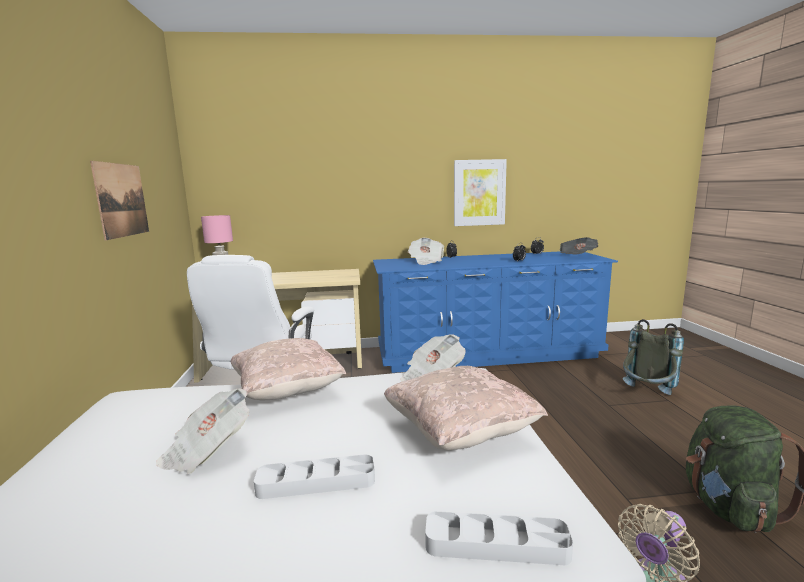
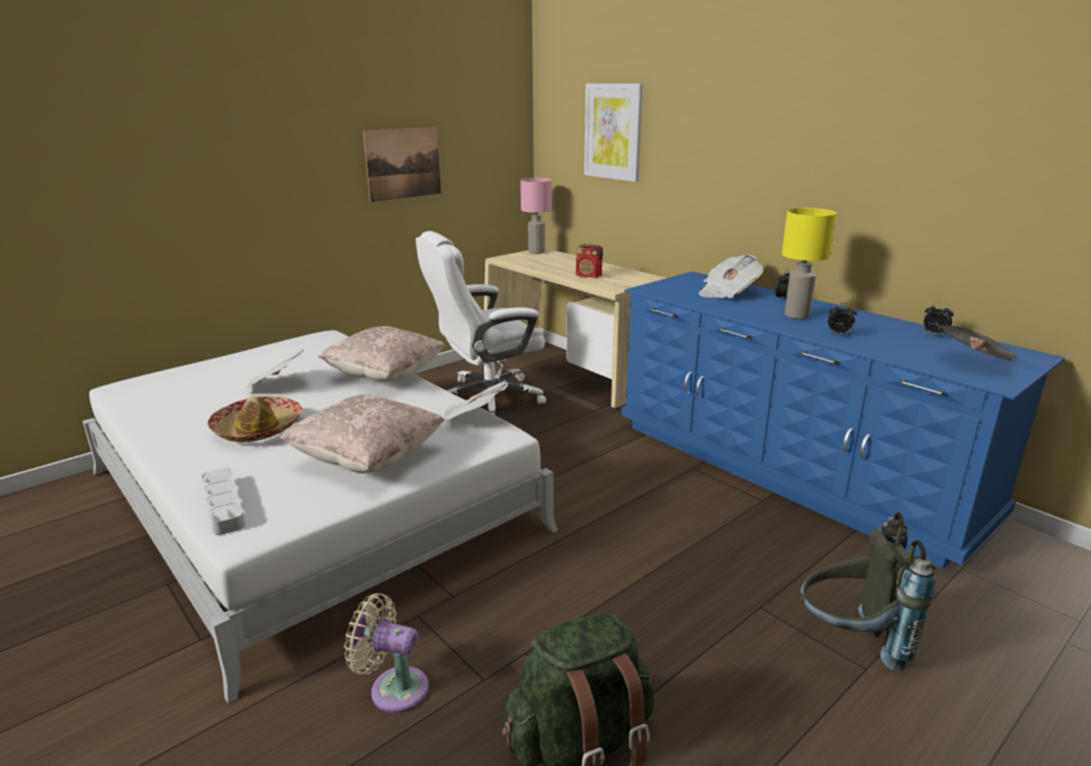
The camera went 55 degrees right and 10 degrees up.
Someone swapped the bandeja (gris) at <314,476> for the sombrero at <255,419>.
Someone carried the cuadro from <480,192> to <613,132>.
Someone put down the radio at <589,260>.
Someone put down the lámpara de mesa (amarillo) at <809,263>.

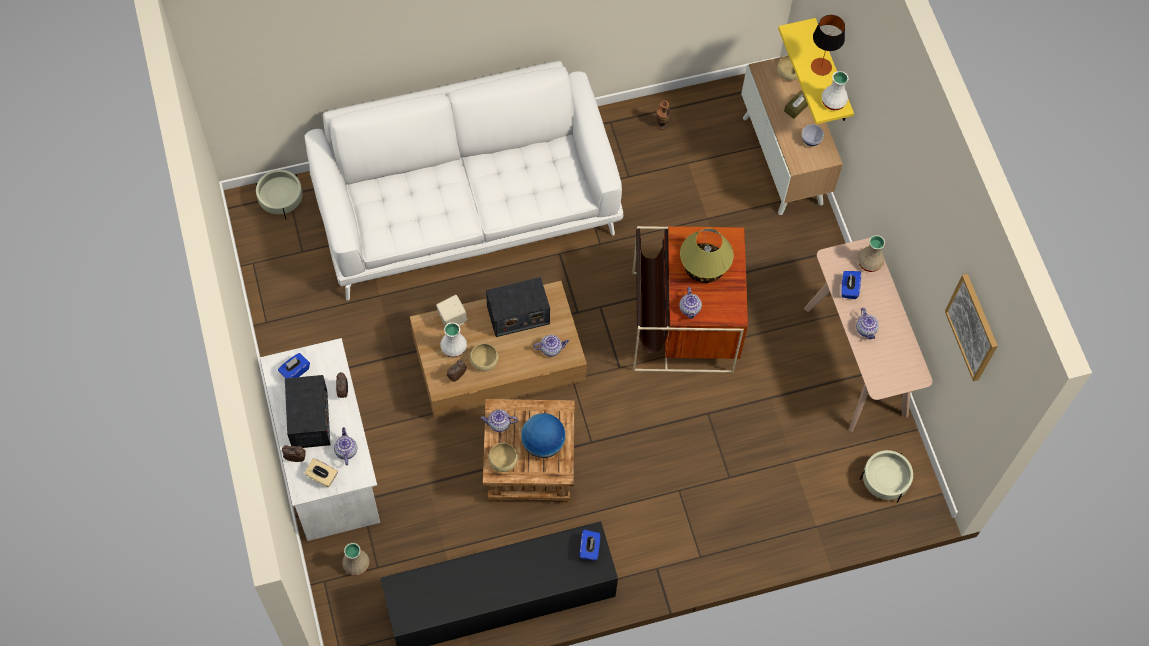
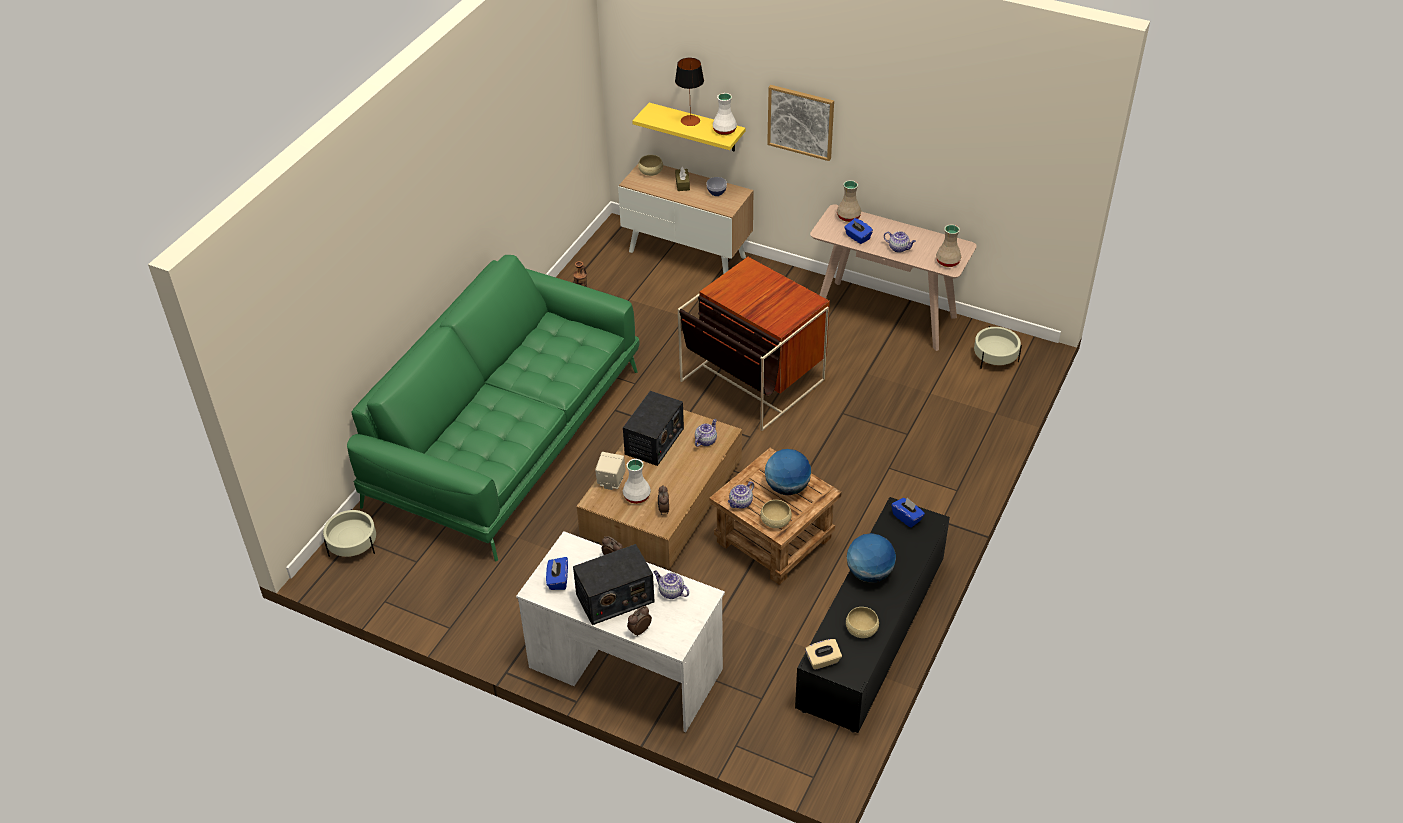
The camera went 45 degrees left and 20 degrees down.
Someone rotated the radio at <307,411> by 120 degrees clockwise.
Someone repainted the sofá (blanco) at <464,181>, which became the sofá (verde) at <493,408>.
Someone carried the caja de pañuelos (beis) from <321,472> to <823,654>.
Someone carried the florero (beis) from <355,559> to <949,245>.
Someone carried the cuenco (beis) from <484,357> to <862,622>.
Someone took away the tetera at <690,303>.
Someone took away the lámpara de mesa at <707,255>.
Someone carried the cuadro from <971,327> to <800,123>.
Someone put down the globo terráqueo at <871,558>.

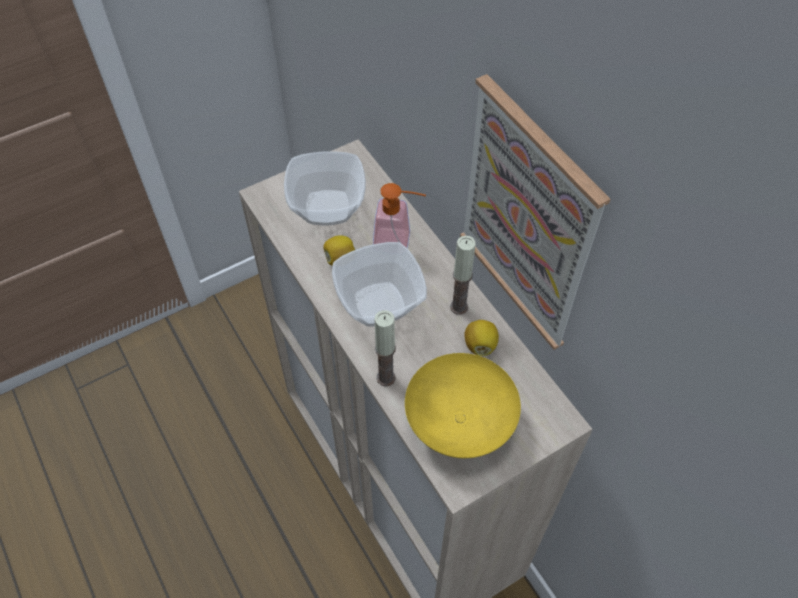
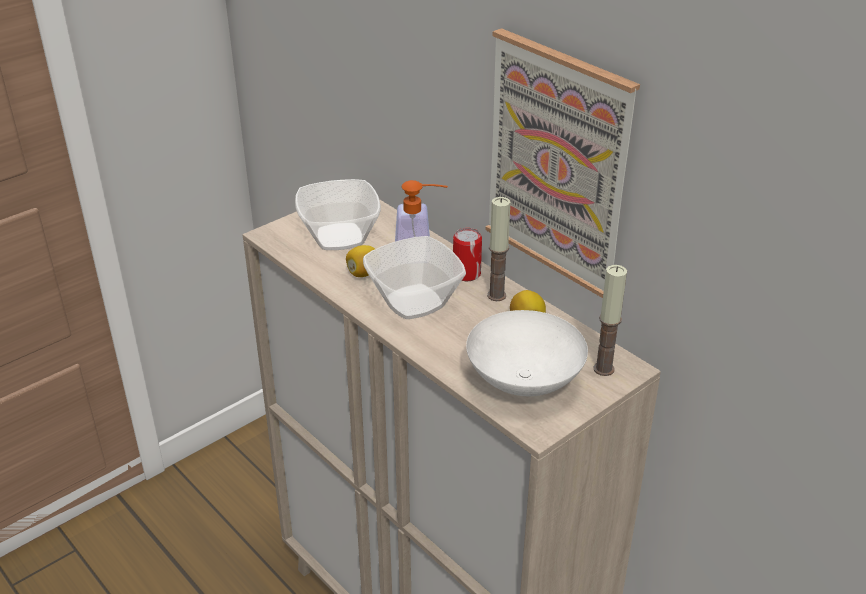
The camera went 10 degrees left and 20 degrees down.
Someone carried the vela from <385,348> to <610,320>.
Someone repainted the cuenco (amarillo) at <463,405>, which became the cuenco (blanco) at <527,353>.
Someone put down the lata at <467,254>.

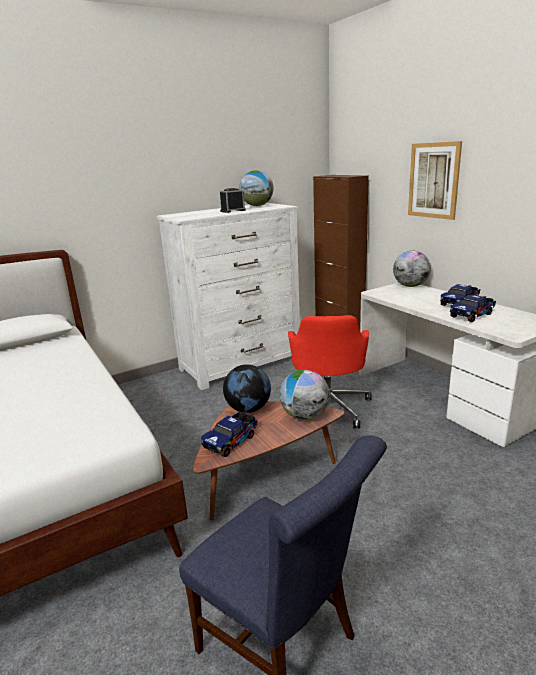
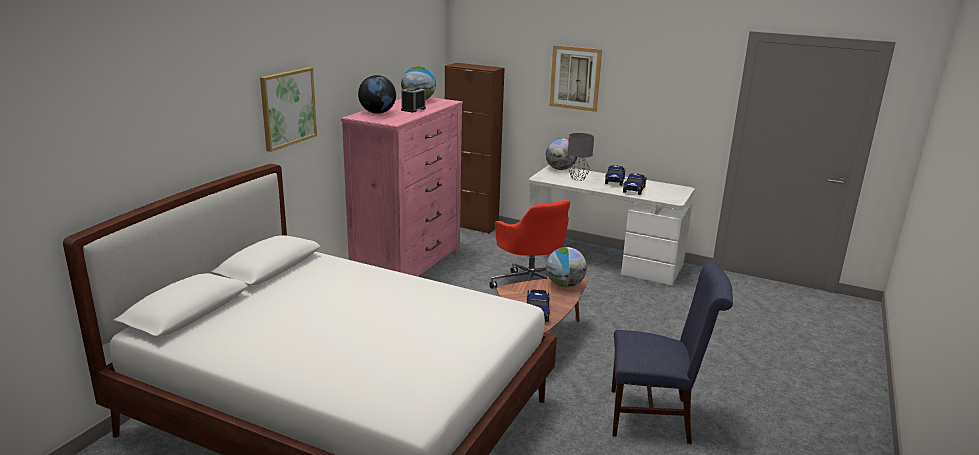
The camera went 35 degrees left and 0 degrees up.
Someone repainted the cómoda (blanco) at <228,296>, which became the cómoda (rosa) at <402,187>.
Someone carried the globo terráqueo from <247,388> to <377,94>.
Someone put up the cuadro at <288,109>.
Someone put down the lámpara de mesa (gris) at <581,157>.

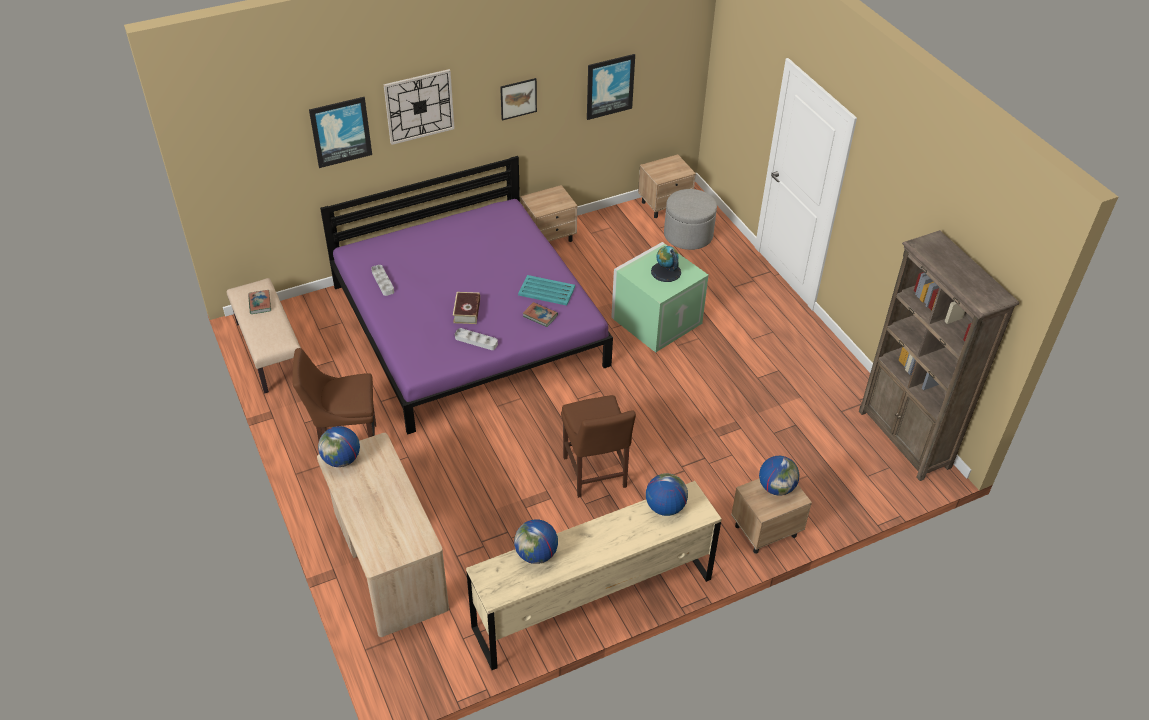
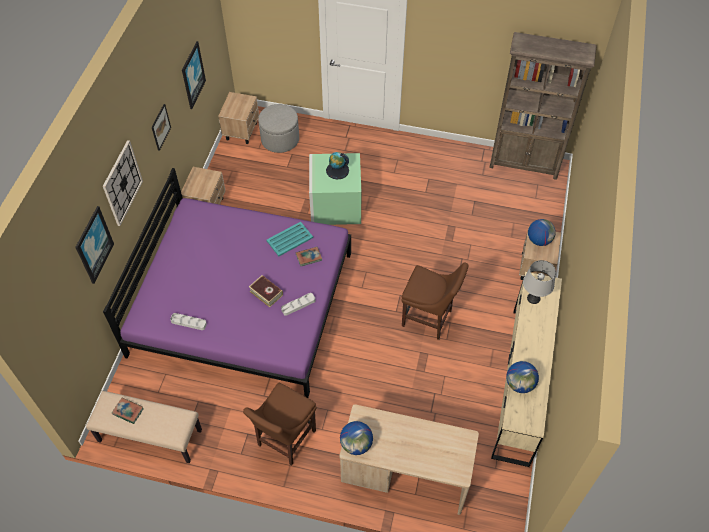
The camera went 50 degrees left and 10 degrees up.
Someone swapped the globo terráqueo at <667,494> for the lámpara de mesa (gris) at <539,282>.

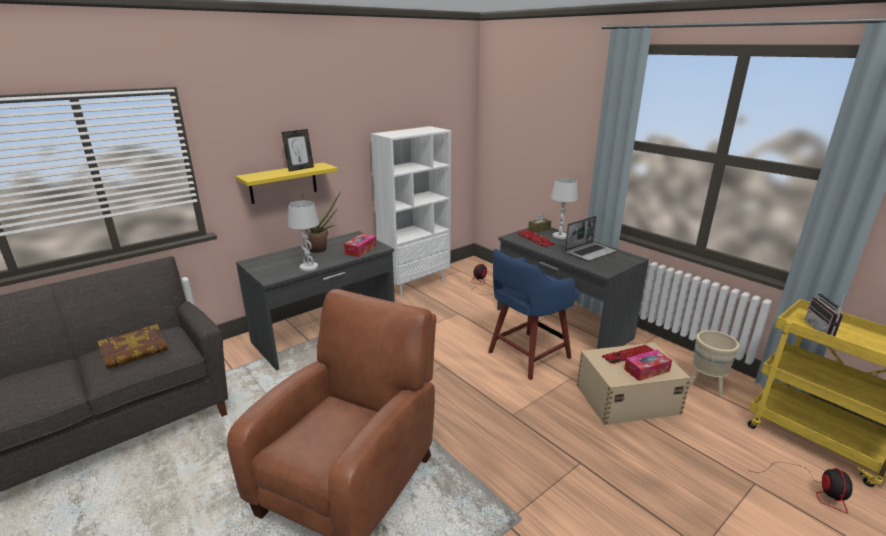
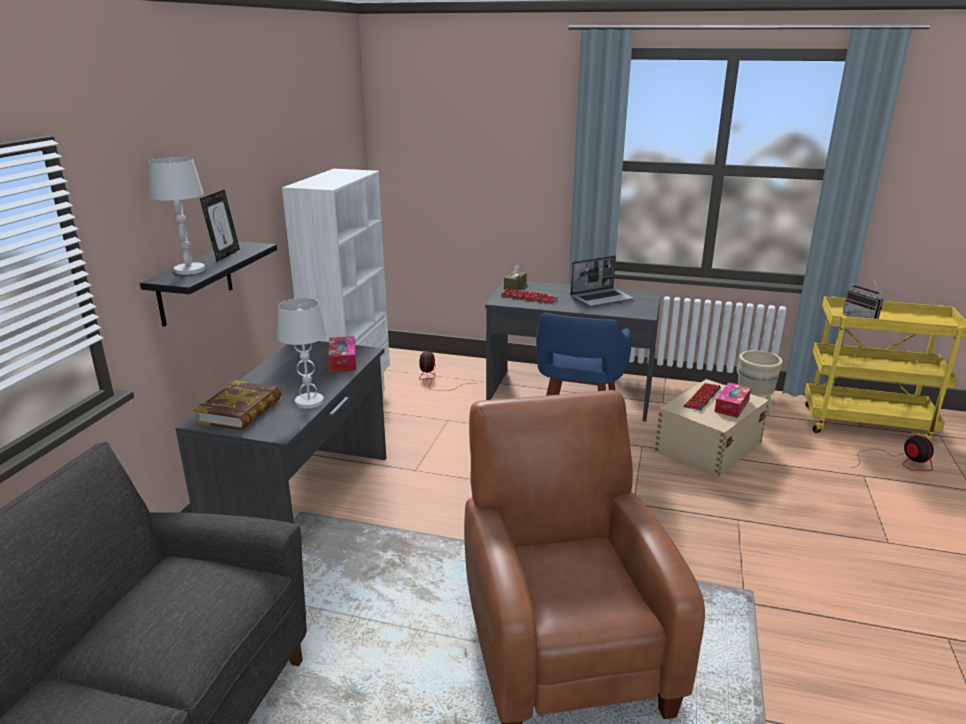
The camera went 35 degrees left and 0 degrees up.
Someone carried the libro from <133,346> to <237,405>.
Someone repainted the estante (amarillo) at <287,183>, which became the estante (negro) at <208,284>.
Someone took away the planta en maceta at <321,222>.
Someone carried the lámpara de mesa (blanco) from <564,208> to <177,216>.
Someone rotated the portátil at <590,238> by 45 degrees clockwise.

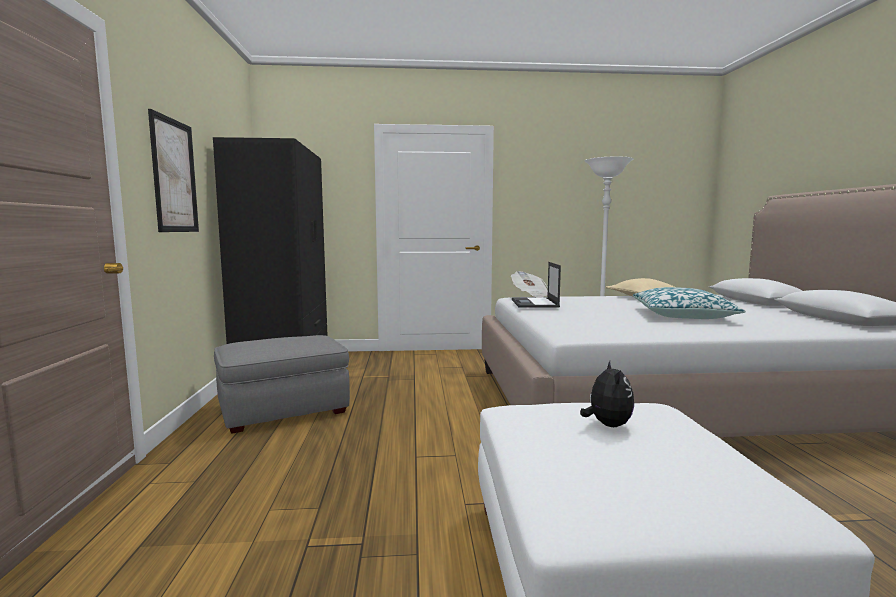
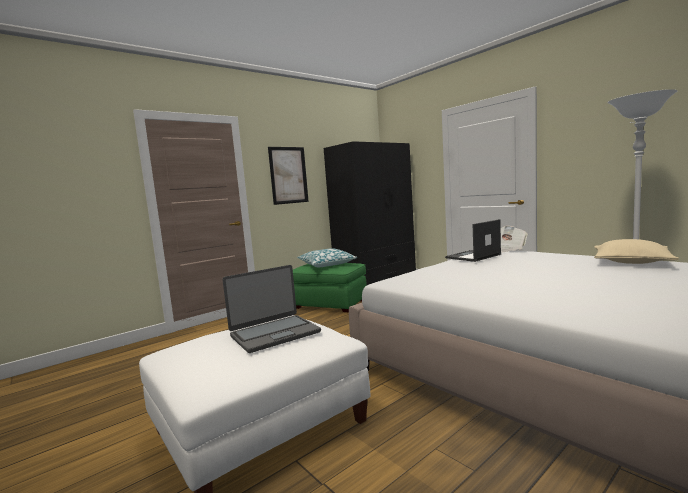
The camera went 55 degrees right and 0 degrees up.
Someone repainted the puf (gris) at <282,384>, which became the puf (verde) at <330,287>.
Someone swapped the peluche at <607,394> for the portátil at <272,309>.
Someone carried the cojín from <689,303> to <327,257>.

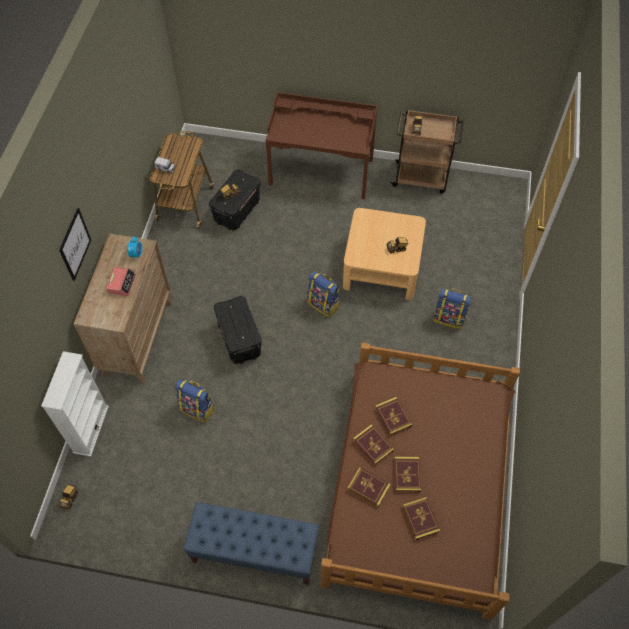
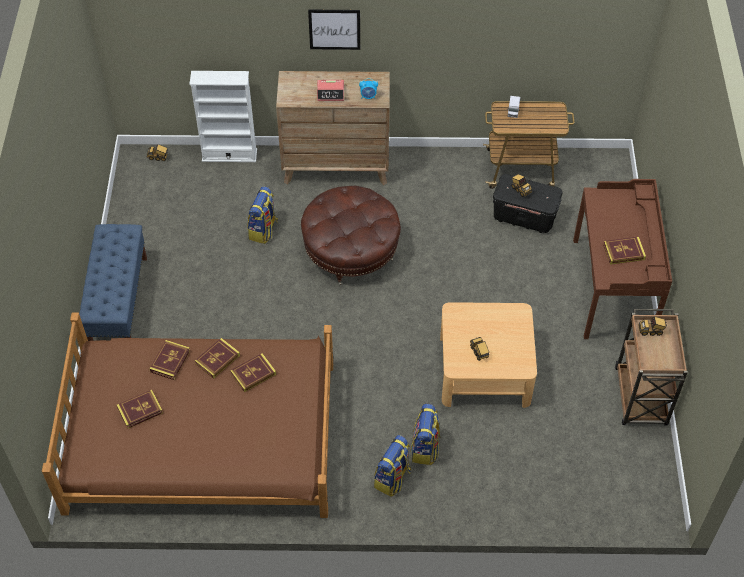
The camera went 80 degrees right and 5 degrees down.
Someone swapped the caja de almacenaje (negro) at <238,330> for the puf (marrón) at <351,235>.
Someone carried the mochila from <323,294> to <392,466>.
Someone carried the libro from <407,474> to <624,251>.

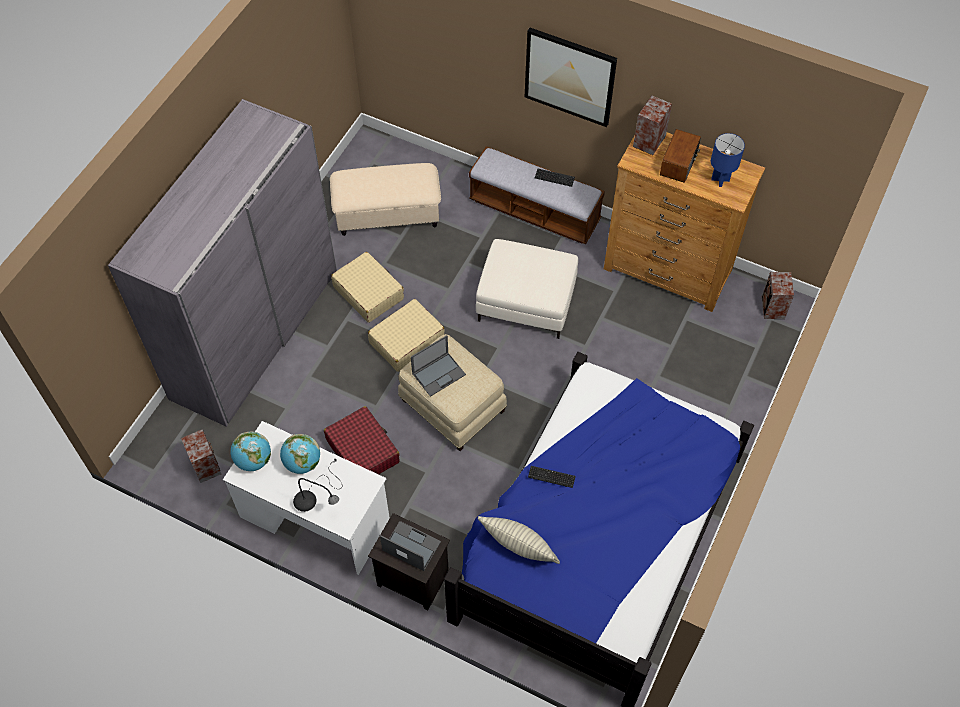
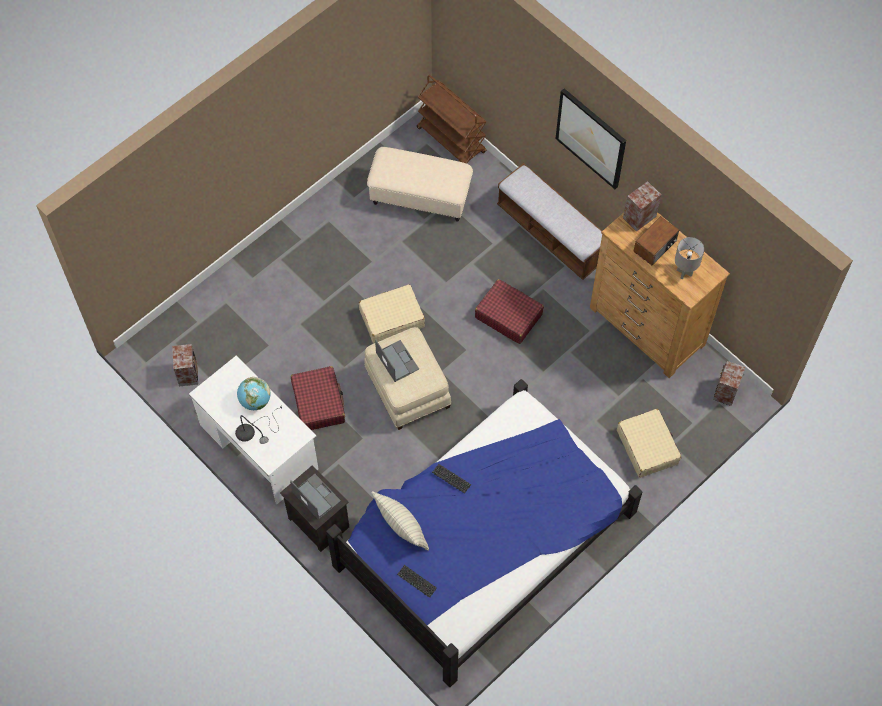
The camera went 20 degrees right and 5 degrees up.
Someone took away the armario ropero (gris) at <222,263>.
Someone took away the globo terráqueo at <251,451>.
Someone carried the maleta (beis) from <367,287> to <649,443>.
Someone rotated the portátil at <438,366> by 105 degrees counterclockwise.
Someone swapped the puf (blanco) at <527,289> for the maleta (rojo) at <509,311>.
Someone carried the teclado from <555,178> to <417,581>.
Someone repainted the lámpara de mesa (azul) at <728,160>, which became the lámpara de mesa (gris) at <689,258>.
Someone put down the carrito (marrón) at <451,119>.

